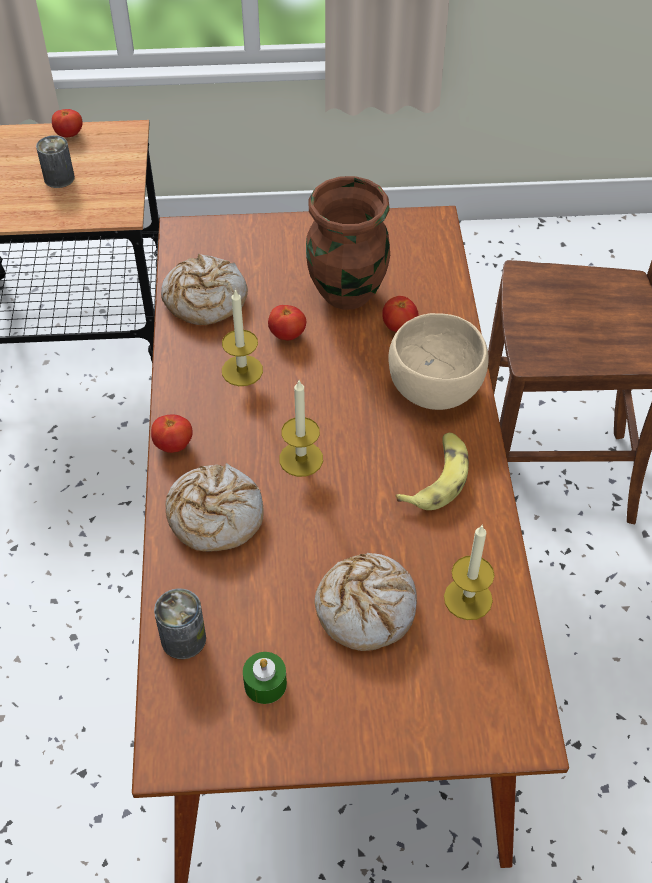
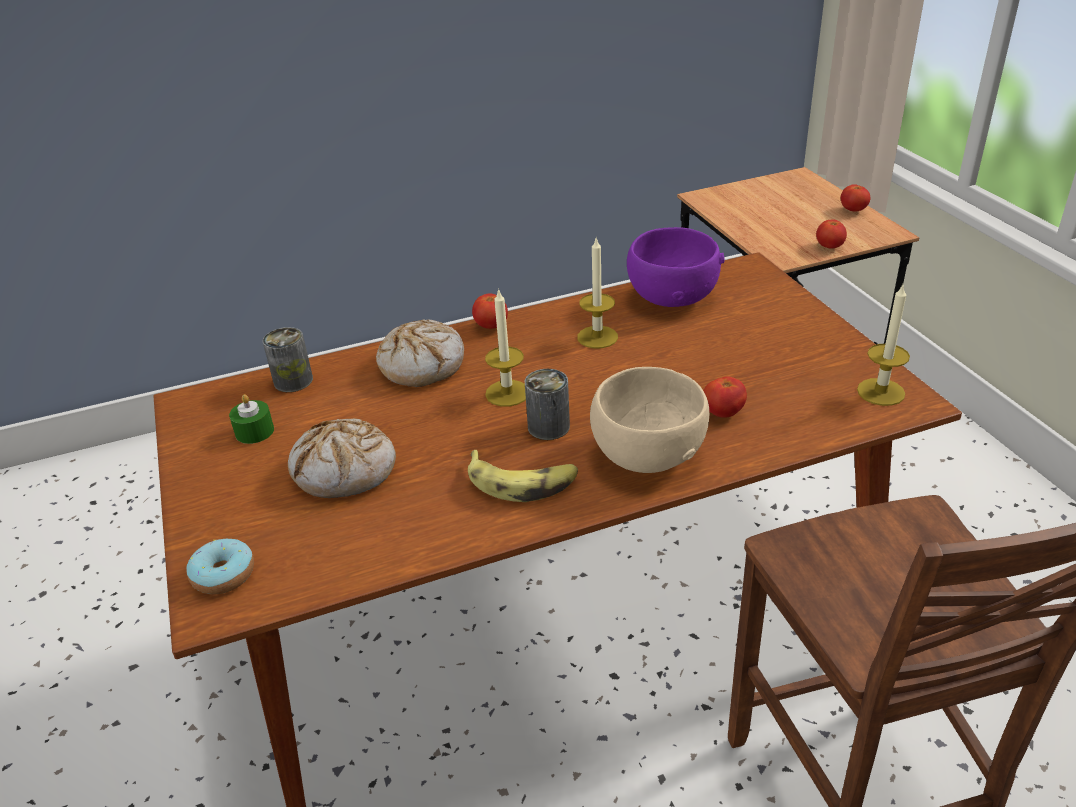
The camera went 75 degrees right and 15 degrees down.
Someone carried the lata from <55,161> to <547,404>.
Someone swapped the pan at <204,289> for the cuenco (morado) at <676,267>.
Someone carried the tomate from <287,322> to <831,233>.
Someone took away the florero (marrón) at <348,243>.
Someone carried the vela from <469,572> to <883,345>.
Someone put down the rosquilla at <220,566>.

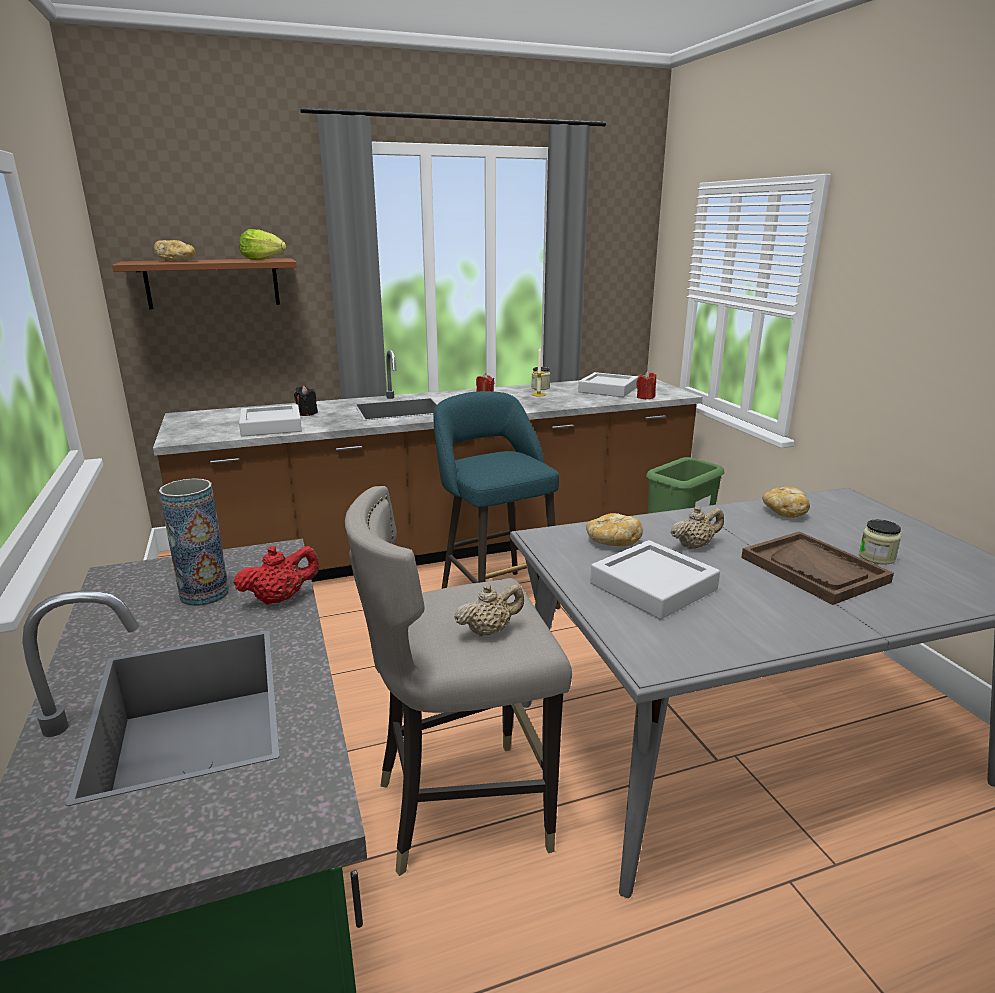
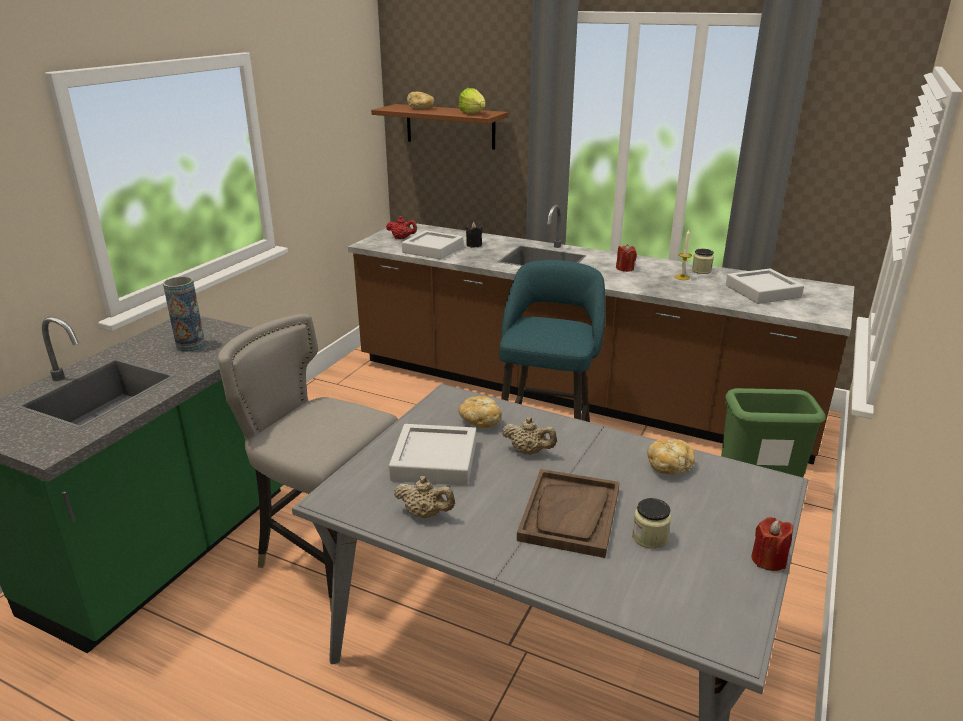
The camera went 45 degrees right and 5 degrees up.
Someone carried the tetera (rojo) from <277,575> to <401,227>.
Someone carried the tetera (beis) from <489,610> to <424,497>.
Someone carried the vela (rojo) from <646,385> to <772,544>.

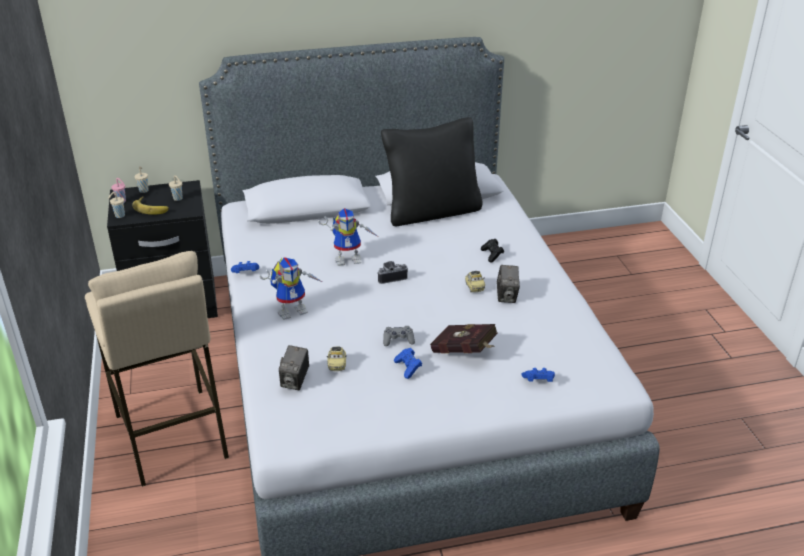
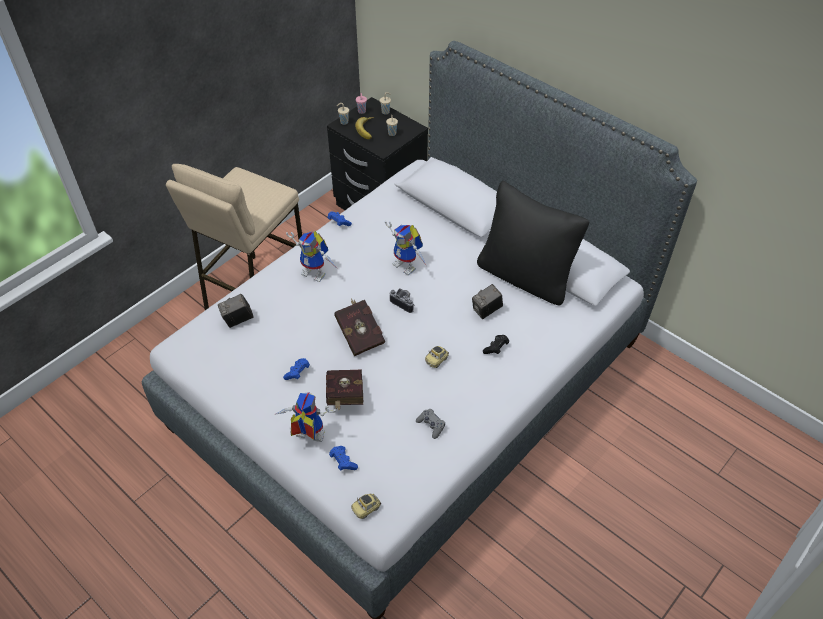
The camera went 55 degrees right and 15 degrees up.
Someone carried the coche de juguete from <337,359> to <366,506>.
Someone carried the mando de consola (gris) from <399,336> to <430,424>.
Someone carried the cámara from <508,284> to <487,301>.
Someone put down the robot de juguete at <305,417>.
Someone put down the libro (rojo) at <359,327>.

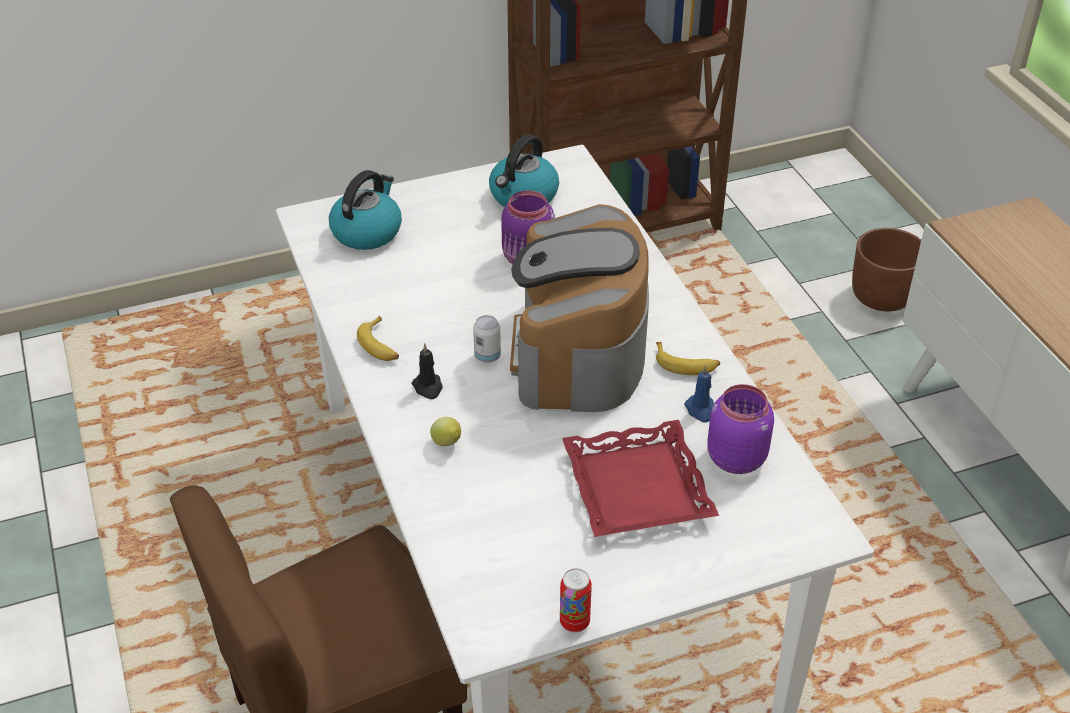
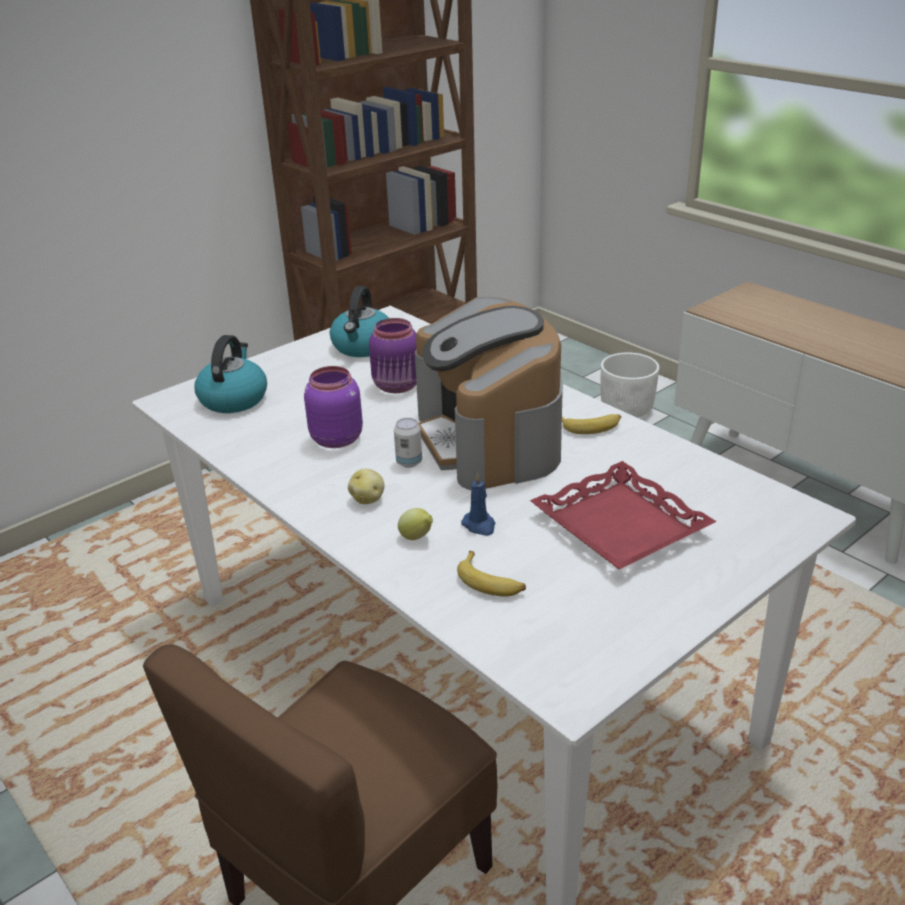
The camera went 20 degrees left and 10 degrees down.
Someone carried the plátano from <378,338> to <491,573>.
Someone swapped the vela (negro) at <427,371> for the patata at <366,486>.
Someone took away the lata at <576,600>.
Someone carried the vela (azul) from <699,393> to <478,504>.
Someone carried the tarro (morado) from <740,429> to <333,407>.
Someone repainted the maceta (marrón) at <886,270>, which became the maceta (blanco) at <629,384>.

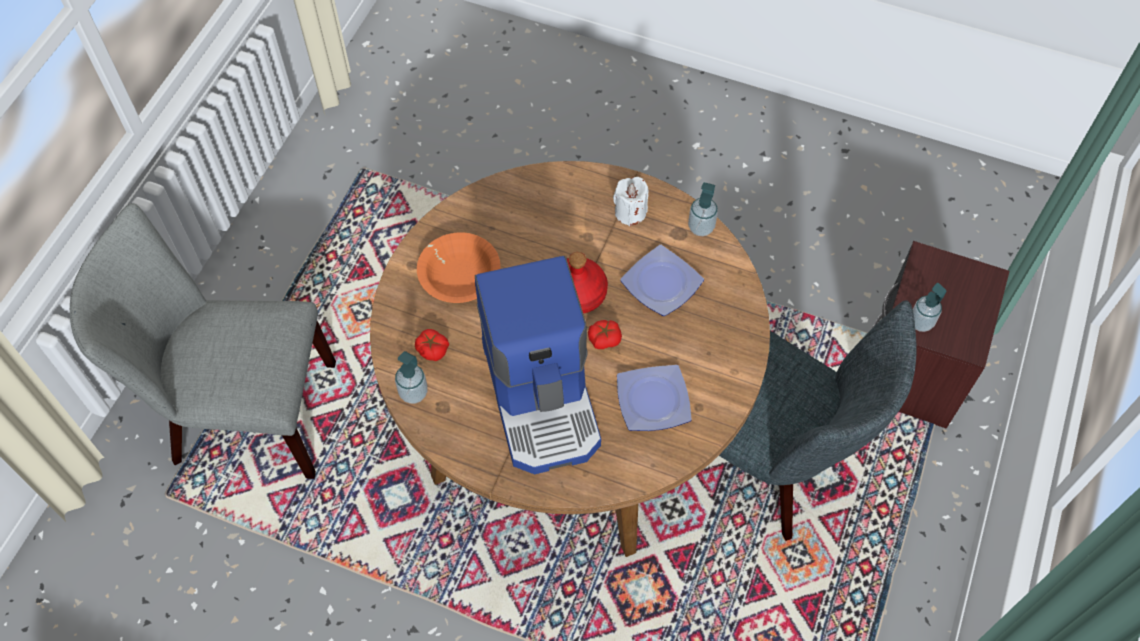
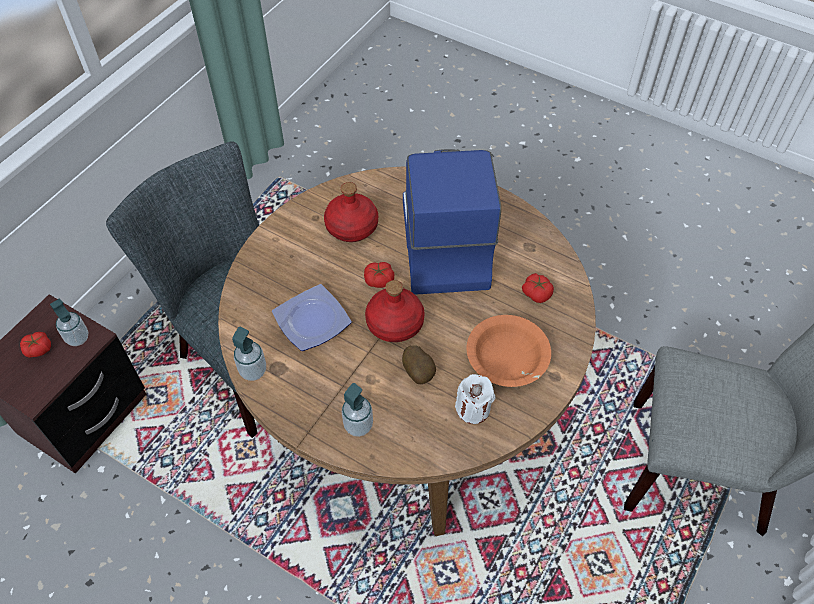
The camera went 170 degrees left and 5 degrees down.
Someone carried the dispensador de jabón from <411,377> to <357,410>.
Someone carried the vela (blanco) from <631,201> to <475,399>.
Someone swapped the plato at <654,398> for the botella (rojo) at <351,212>.
Someone put down the tomate at <35,345>.
Someone put down the patata at <419,365>.

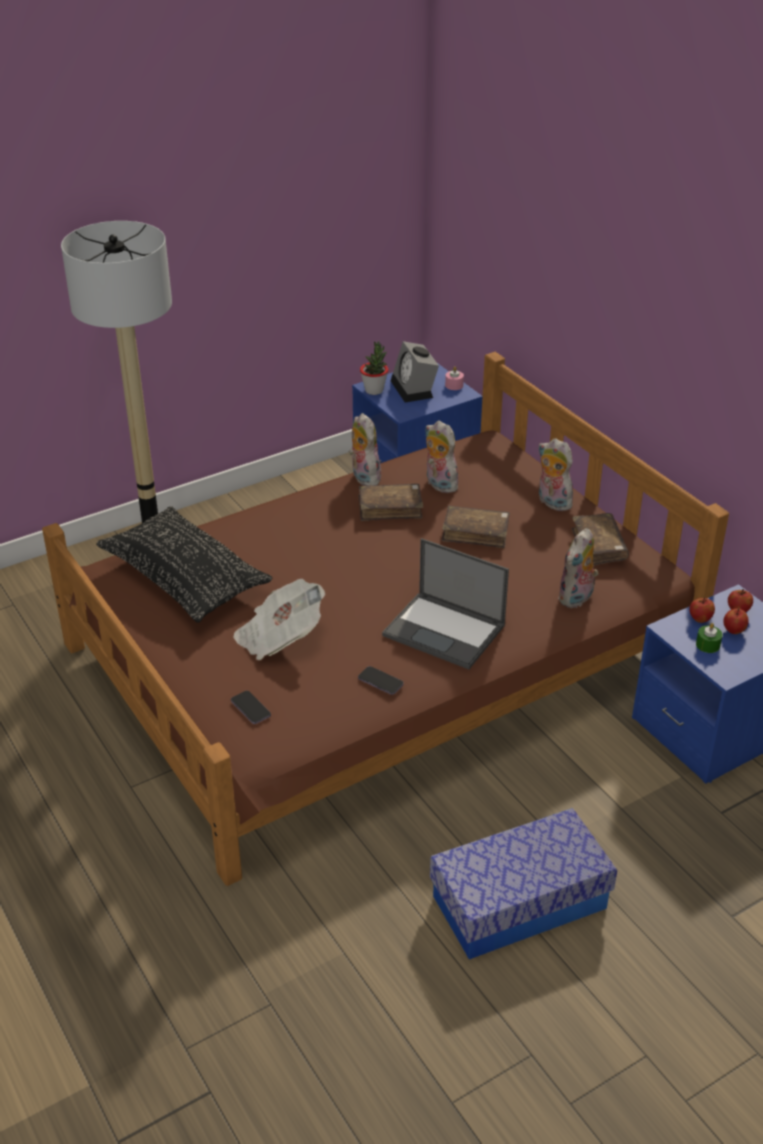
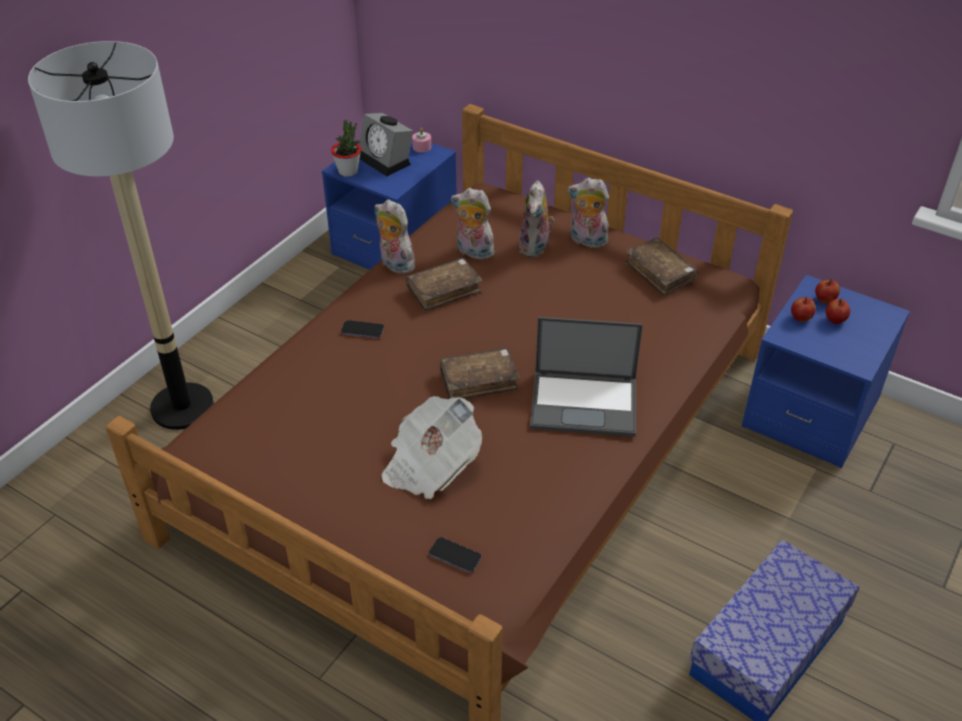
The camera went 25 degrees left and 5 degrees up.
Someone took away the cojín (negro) at <184,564>.
Someone carried the móvil from <381,680> to <362,329>.
Someone carried the libro (marrón) from <476,526> to <480,373>.
Someone carried the peluche from <578,568> to <537,219>.
Someone took away the vela (verde) at <709,638>.

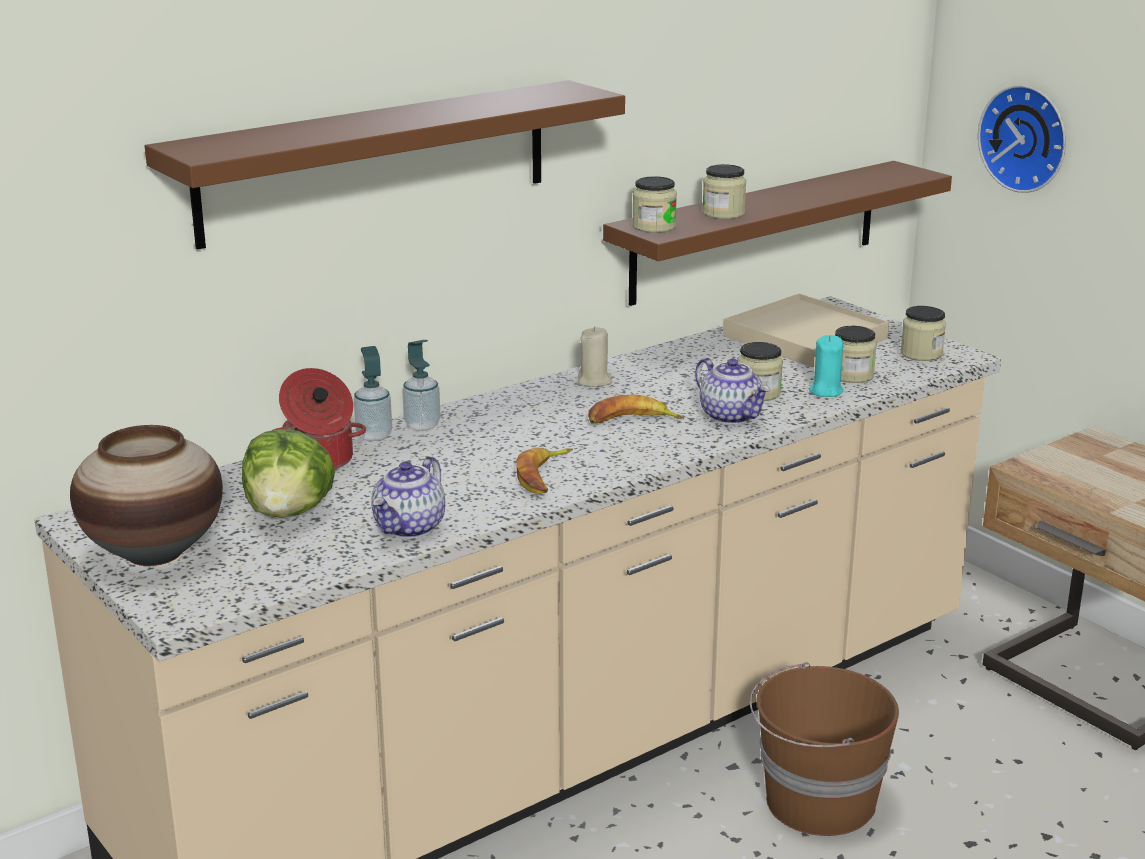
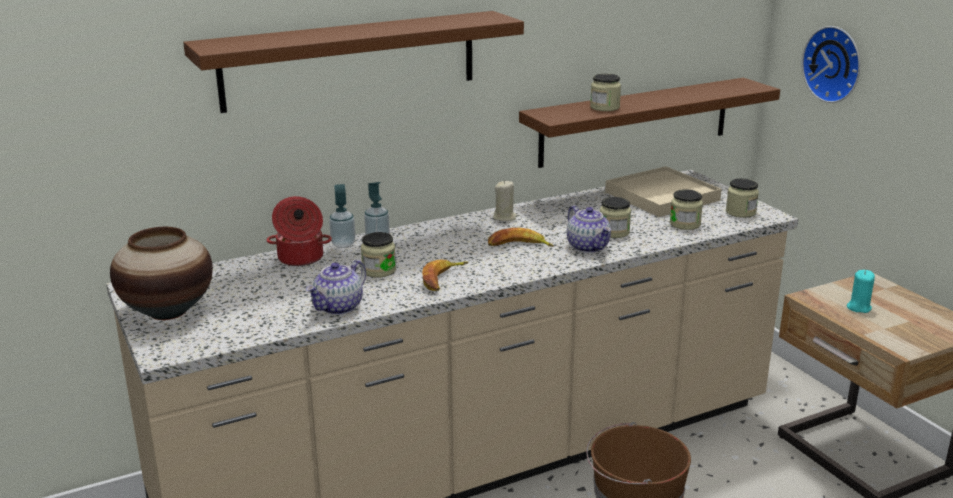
The camera went 10 degrees right and 0 degrees up.
Someone took away the lechuga at <288,473>.
Someone carried the tarro from <654,204> to <378,255>.
Someone carried the vela (turquesa) from <826,366> to <861,291>.

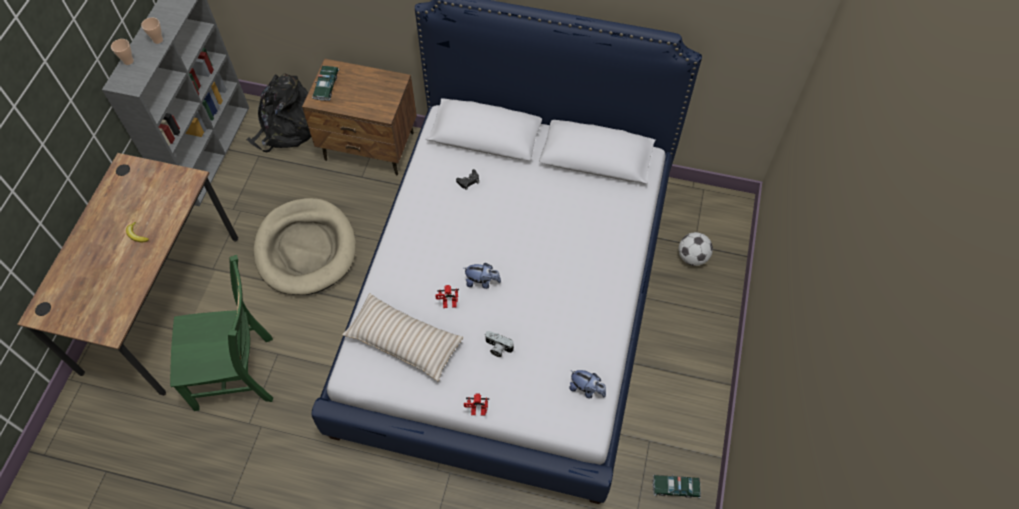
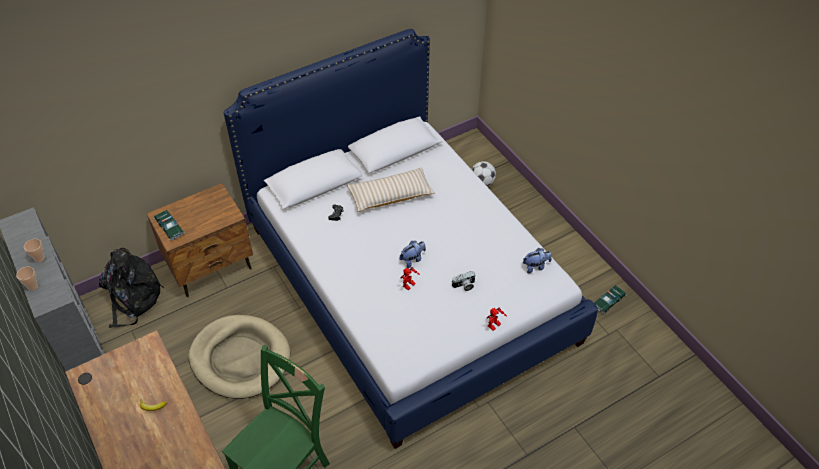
The camera went 45 degrees left and 10 degrees down.
Someone carried the cojín (beis) from <402,337> to <391,190>.

